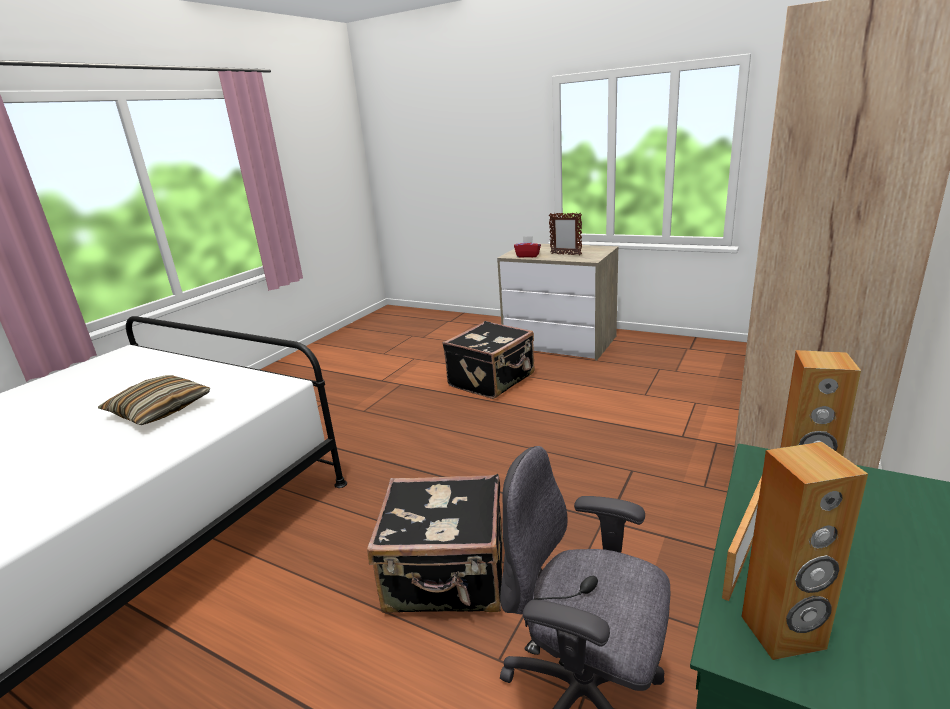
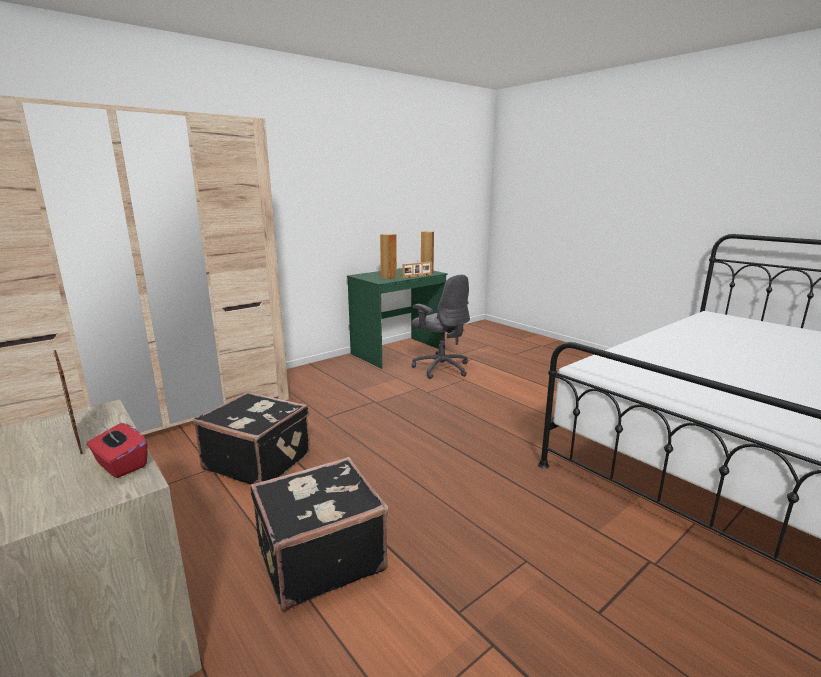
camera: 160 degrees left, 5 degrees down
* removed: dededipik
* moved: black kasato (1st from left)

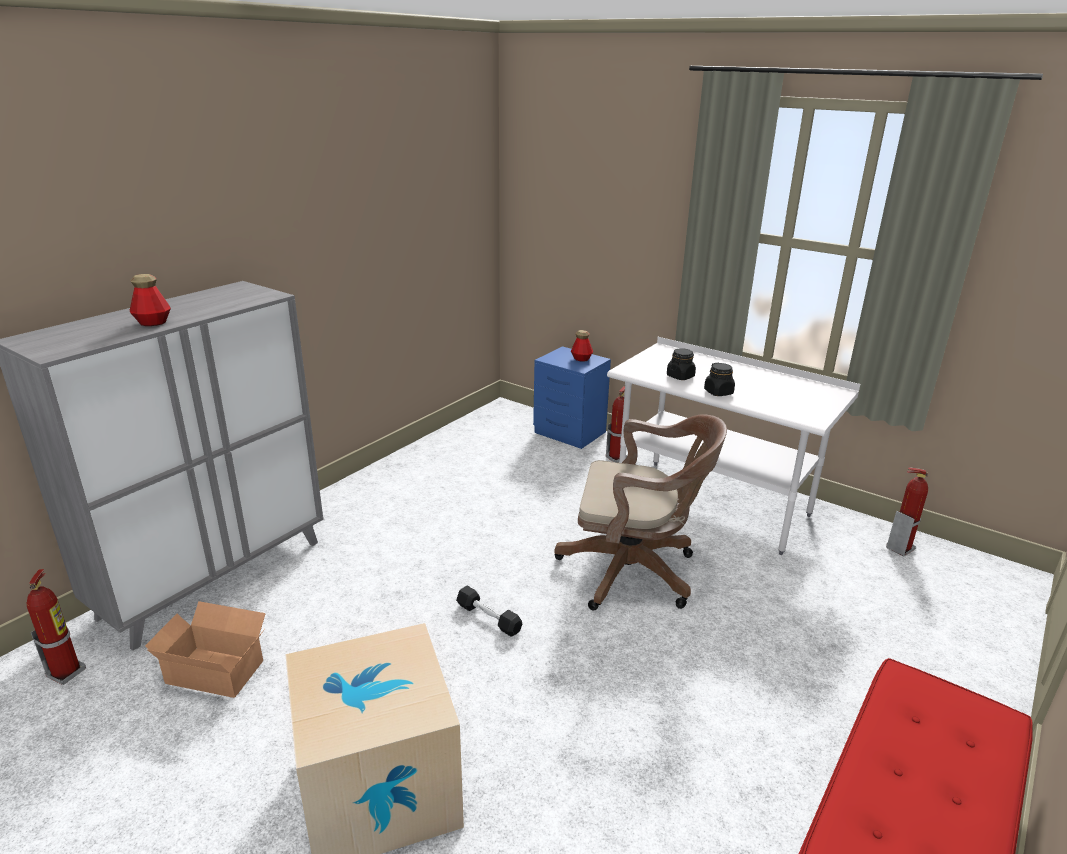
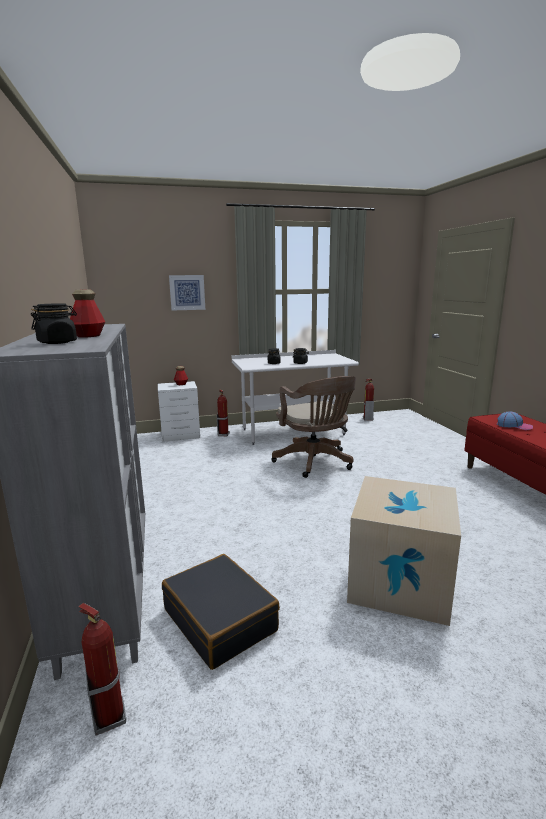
camera: 50 degrees left, 10 degrees down
* removed: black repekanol
* added: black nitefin (1st from left)
* added: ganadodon
* added: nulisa
* replaced: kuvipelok (1st from left) to black kasato
* recoloured: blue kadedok to white kadedok
* turned: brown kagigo 105 degrees clockwise

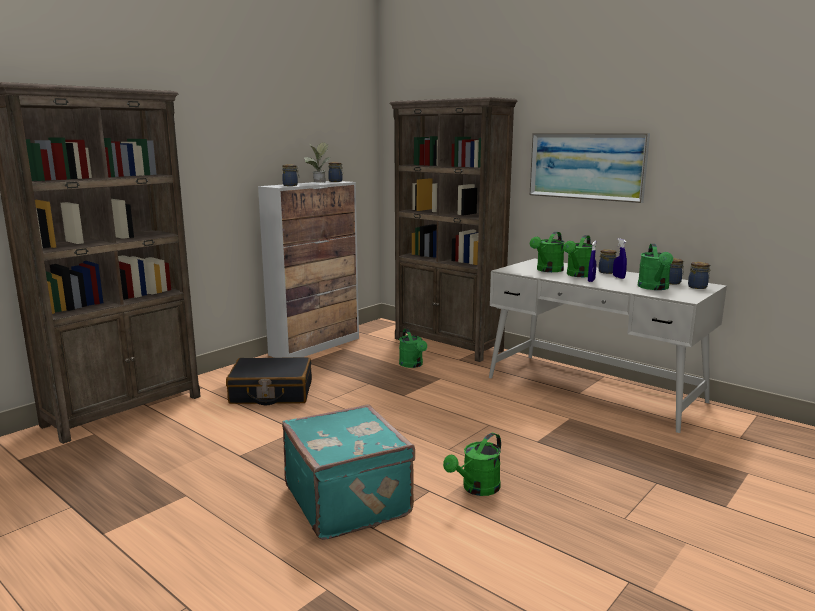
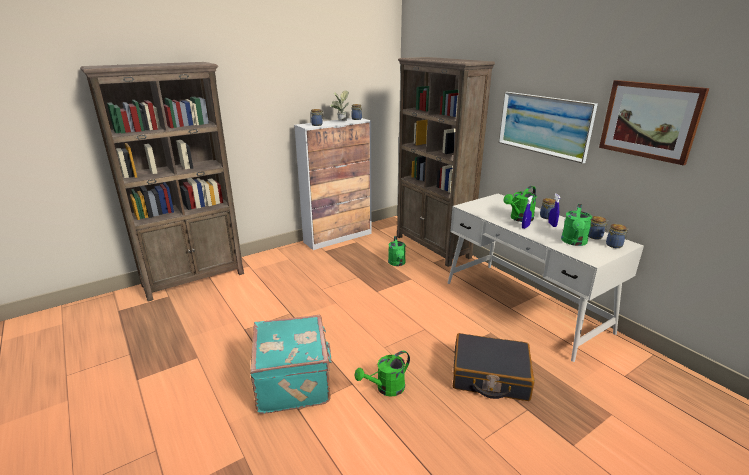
camera: 15 degrees right, 10 degrees up
* removed: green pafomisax (3rd from left)
* added: ganadodon (2nd from left)
* moved: black kasato

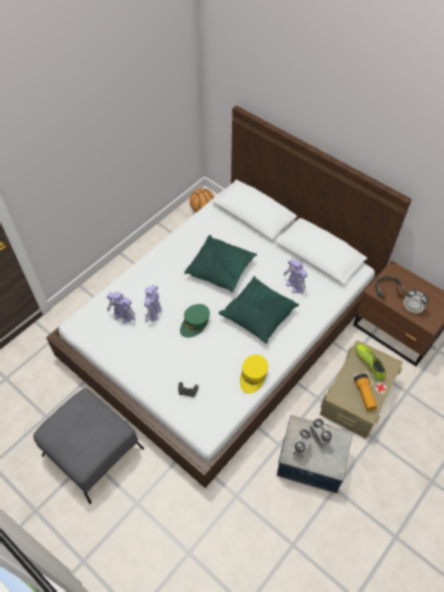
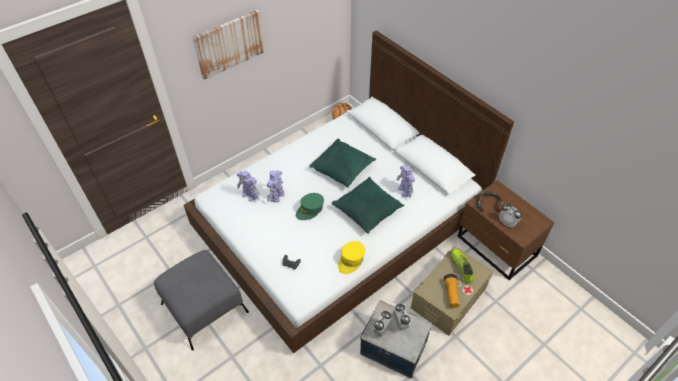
camera: 10 degrees right, 5 degrees down
* added: ganadodon

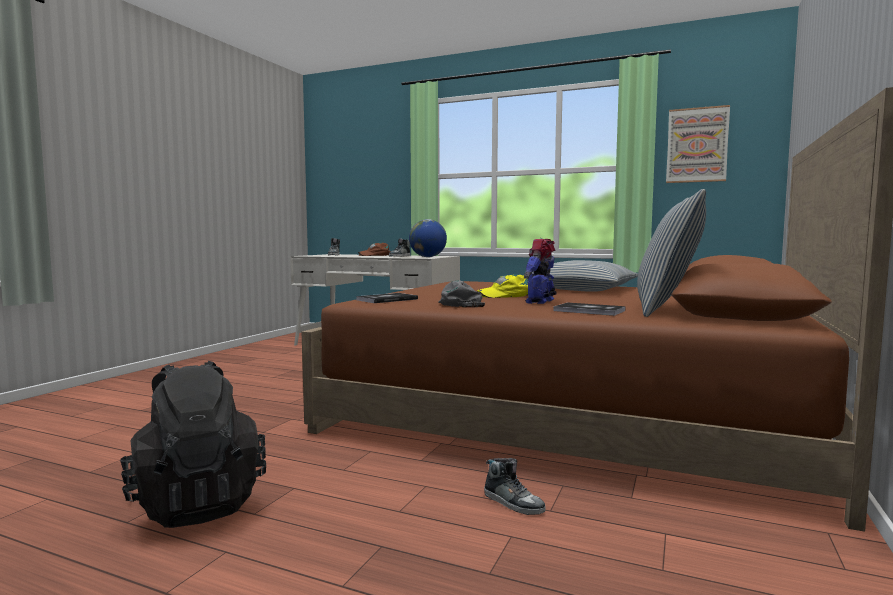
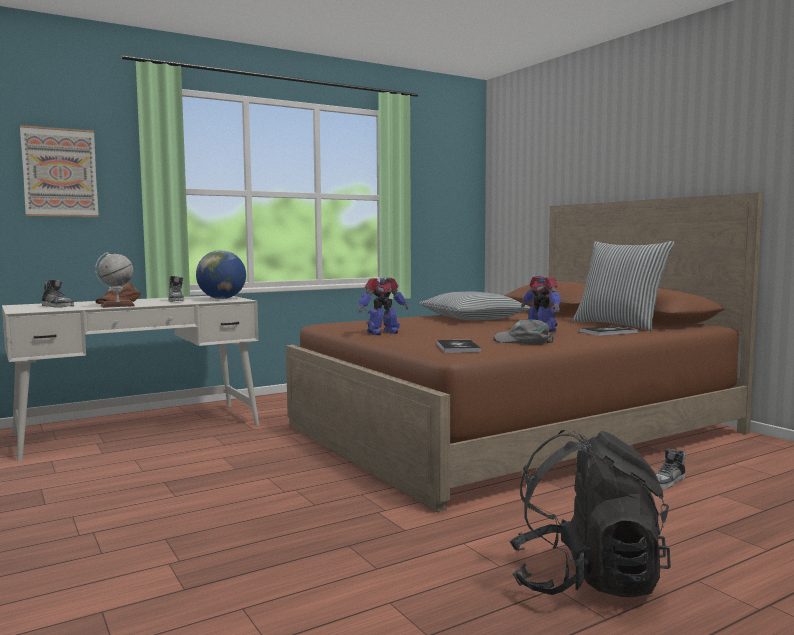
camera: 55 degrees left, 0 degrees up
* removed: yellow nulisa
* added: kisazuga (1st from left)
* added: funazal (1st from left)
* moved: ganadodon
* turned: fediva (3rd from left) 150 degrees clockwise

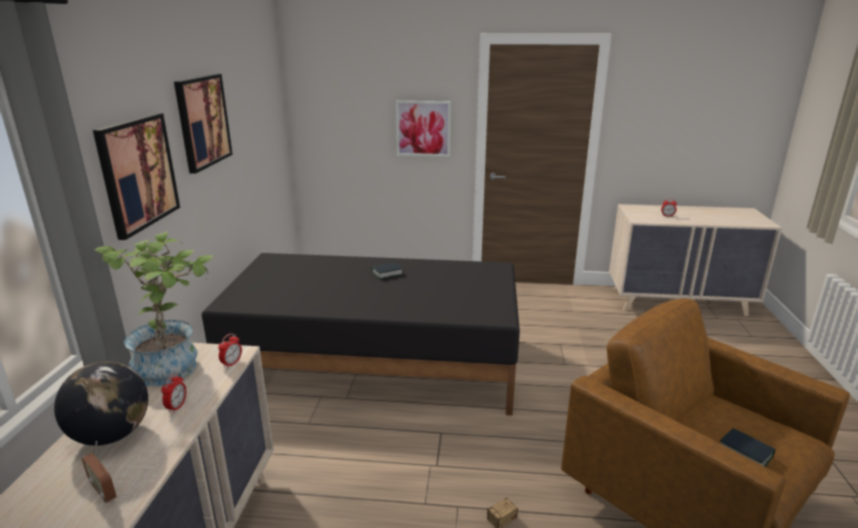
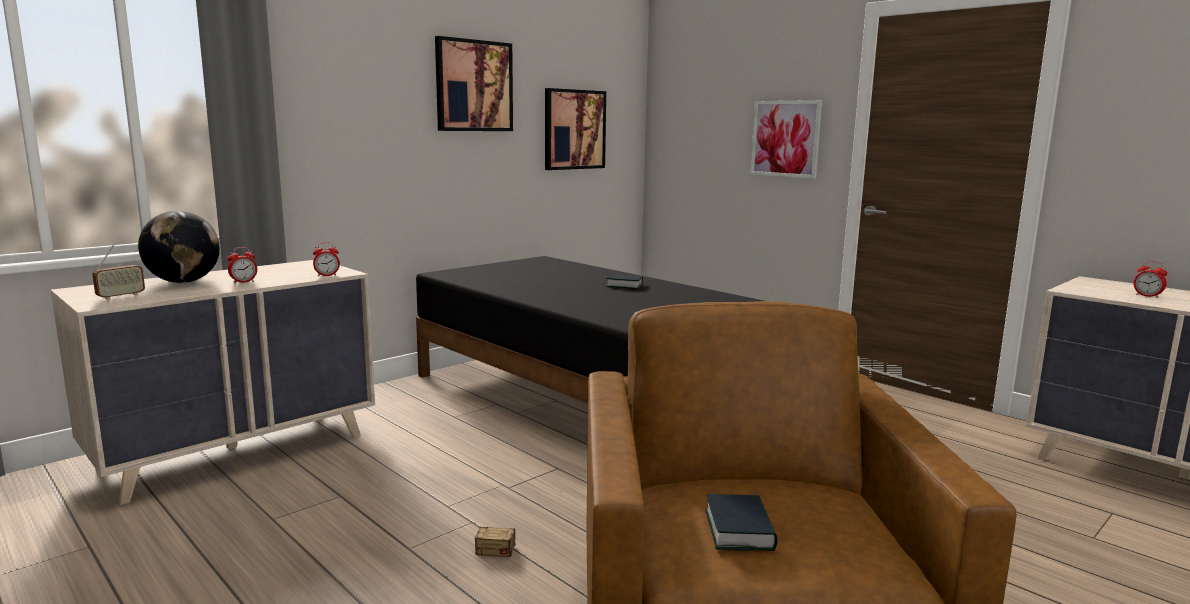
camera: 40 degrees right, 10 degrees down
* removed: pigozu
* moved: ganadodon (1st from left in the first image) to ganadodon (2nd from left)
* turned: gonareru 135 degrees counterclockwise

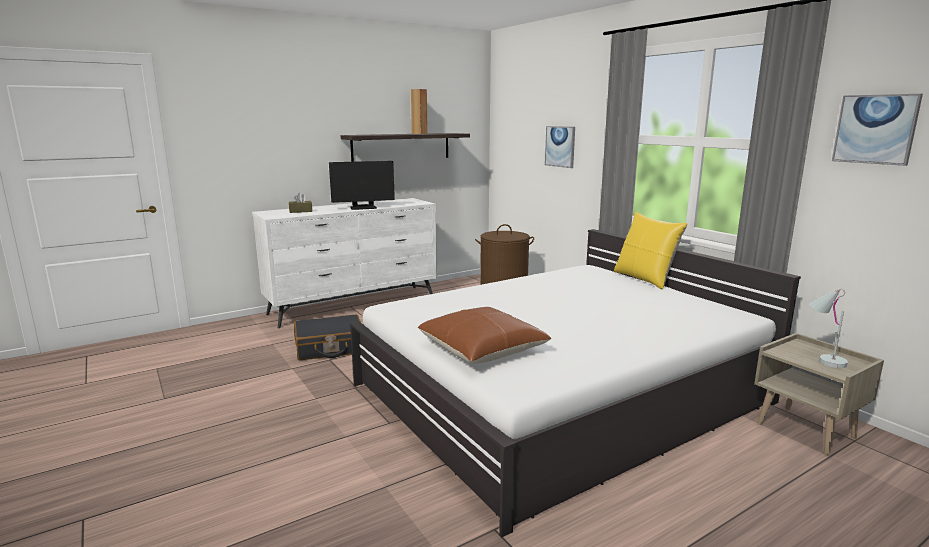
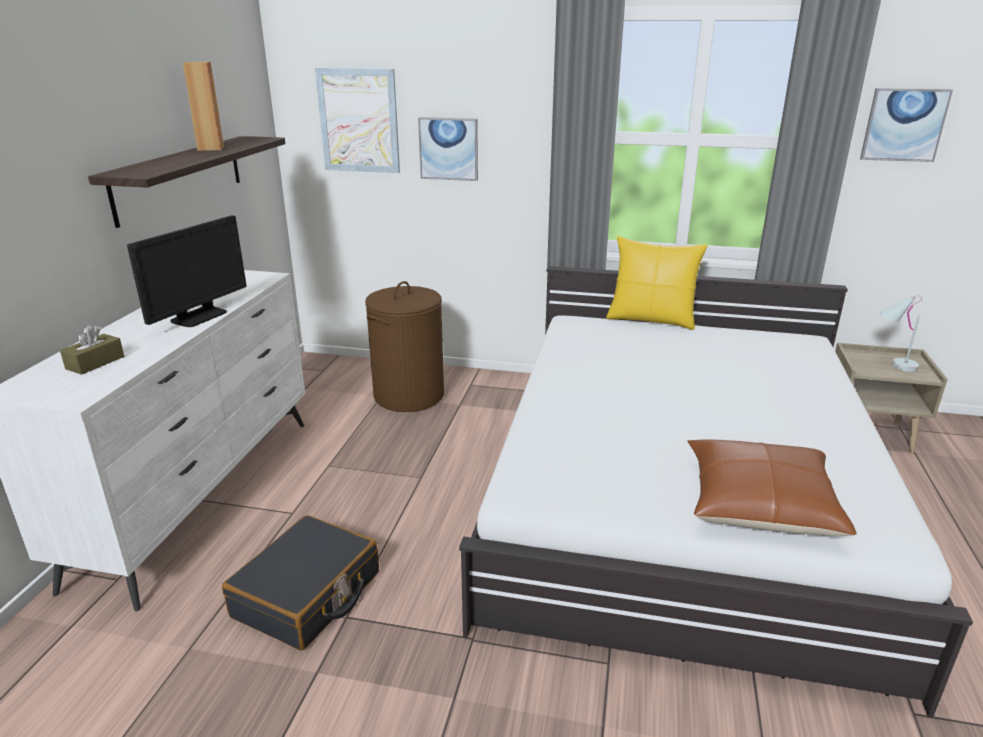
camera: 45 degrees left, 10 degrees up
* added: ganadodon (1st from left)

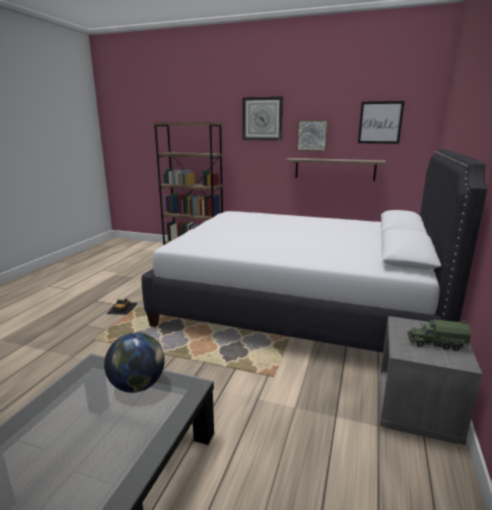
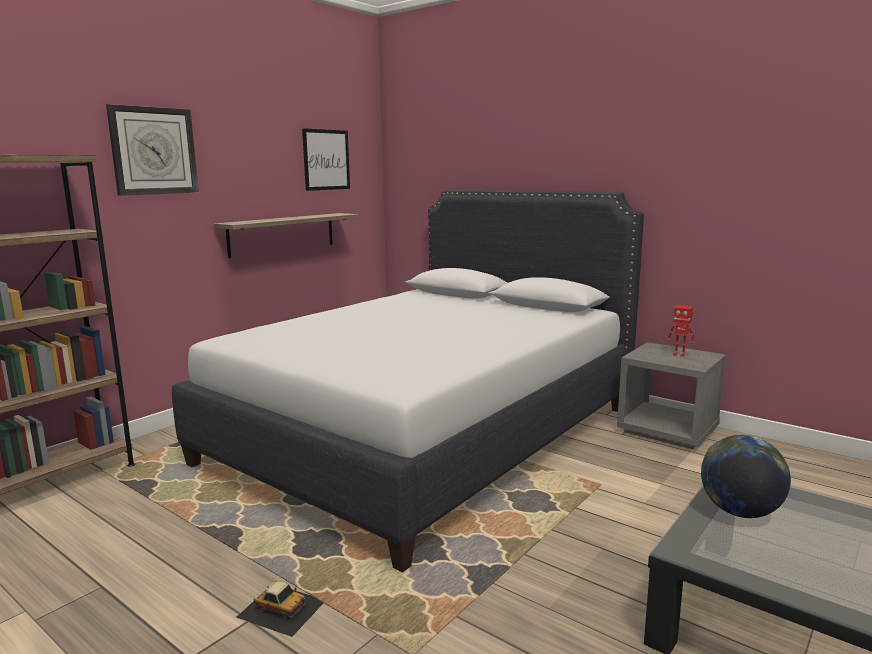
camera: 70 degrees left, 5 degrees down
* removed: ganadodon (1st from left)
* replaced: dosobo to funazal

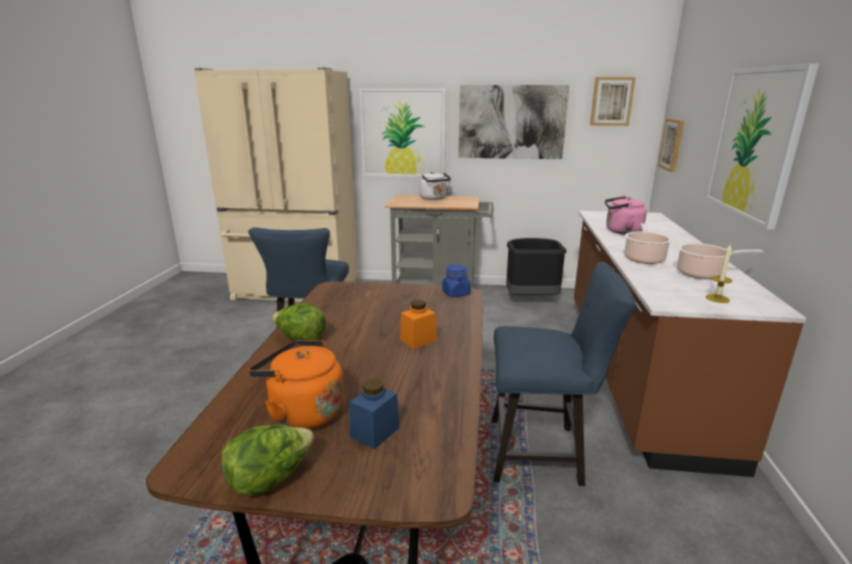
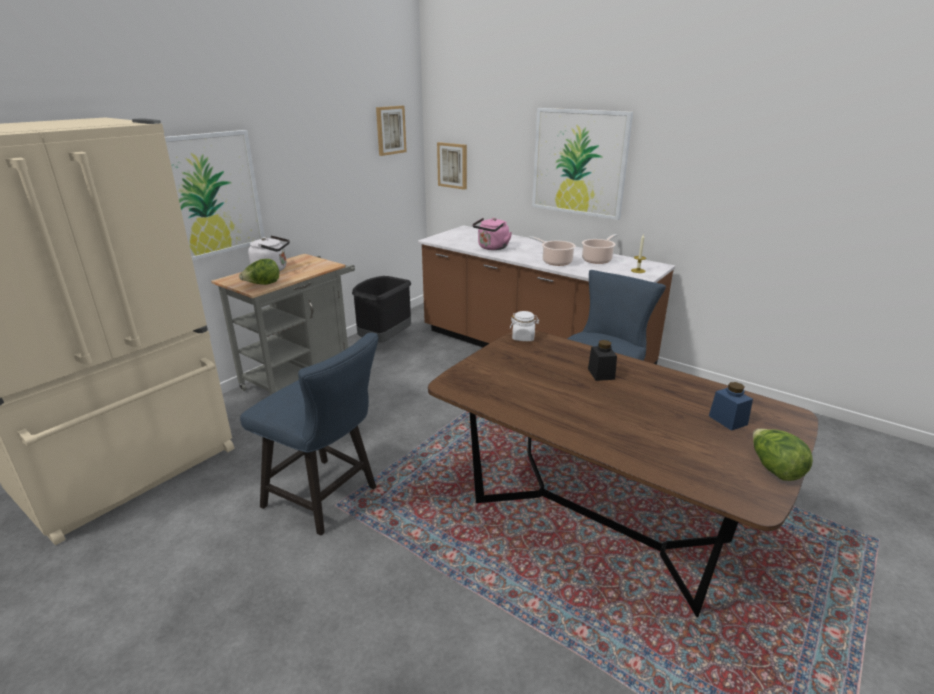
camera: 60 degrees left, 5 degrees up
* removed: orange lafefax
* removed: ganadodon (2nd from left)
* moved: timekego (2nd from left in the first image) to timekego (1st from left)
* recoloured: orange nitefin to black nitefin
* recoloured: blue nitefin (2nd from left) to white nitefin

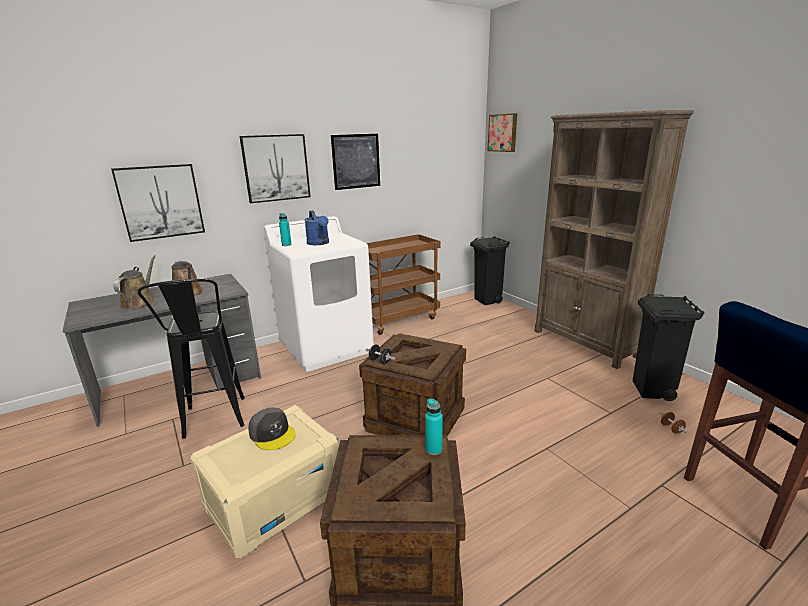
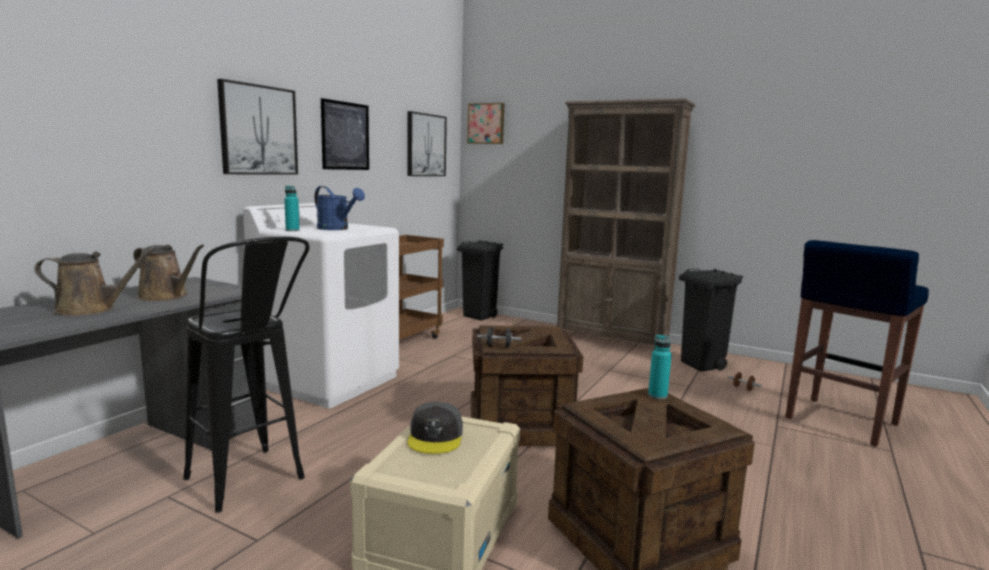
camera: 30 degrees left, 10 degrees down
* moved: ganadodon (1st from left in the first image) to ganadodon (3rd from left)
* turned: brown pafomisax (1st from left) 105 degrees clockwise
* turned: grey nulisa 75 degrees clockwise

